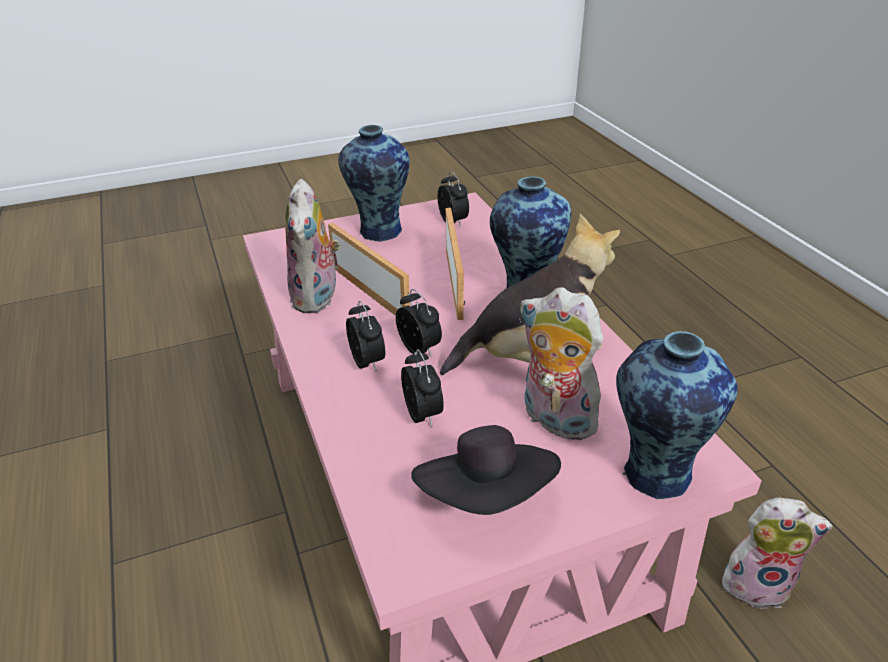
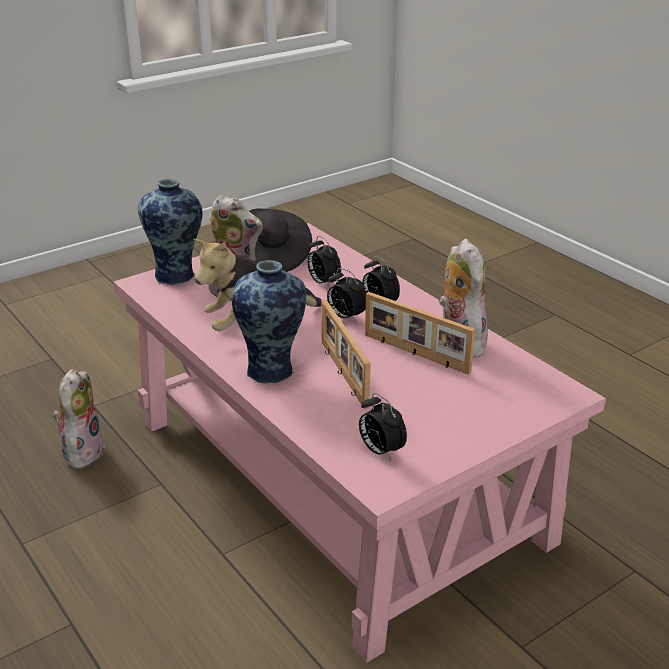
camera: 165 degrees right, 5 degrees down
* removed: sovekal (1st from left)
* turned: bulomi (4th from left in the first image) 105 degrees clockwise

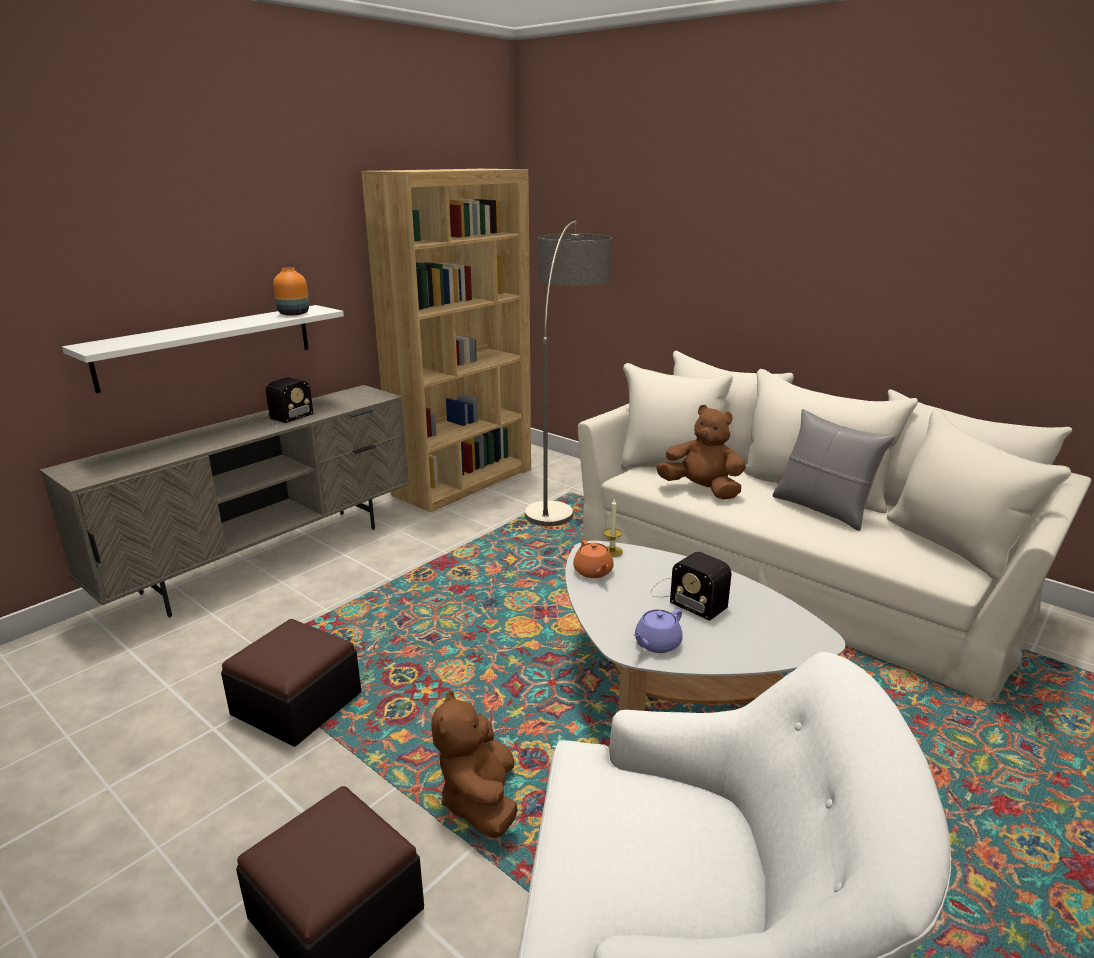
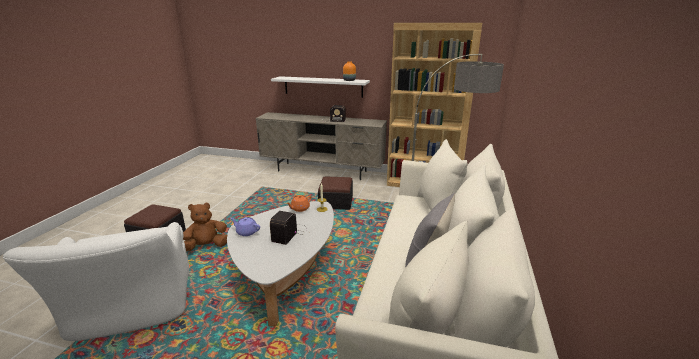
camera: 65 degrees right, 0 degrees up
* removed: brown bulomi (2nd from left)
* moved: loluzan (1st from left in the first image) to loluzan (2nd from left)

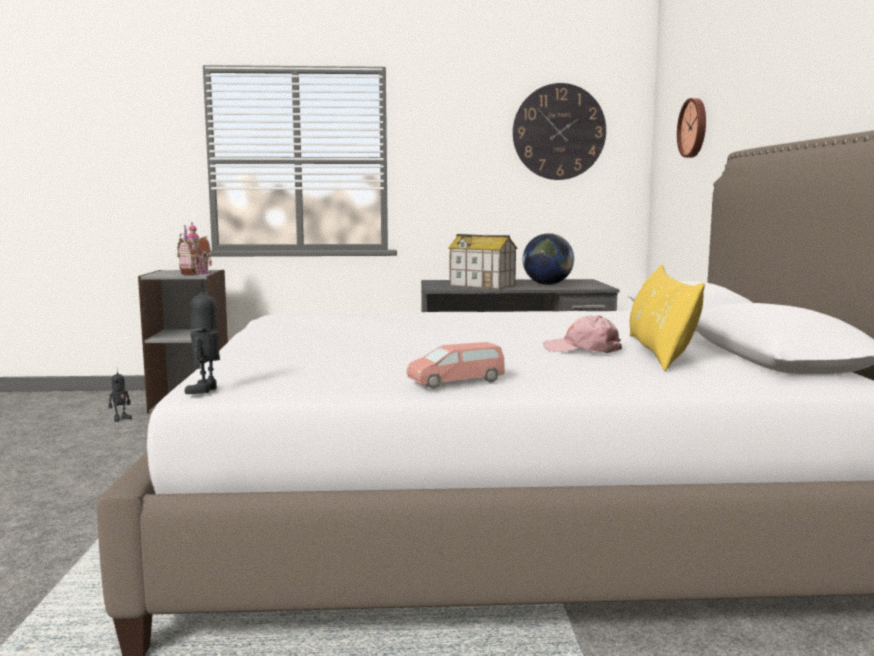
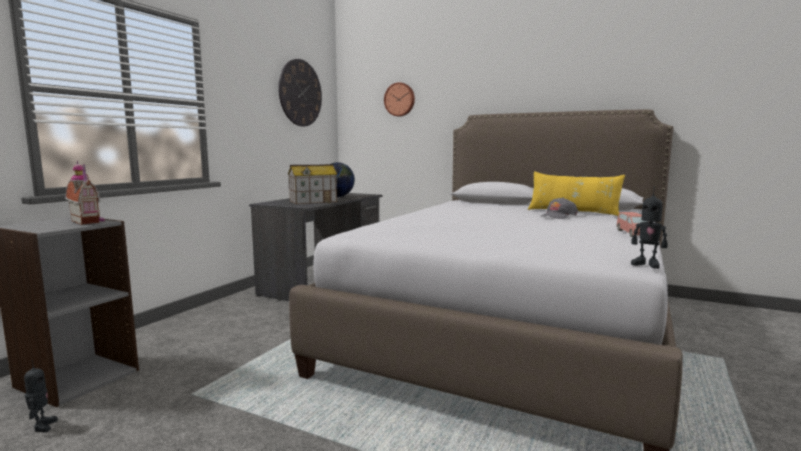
camera: 60 degrees left, 0 degrees up
* recoloured: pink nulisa to grey nulisa

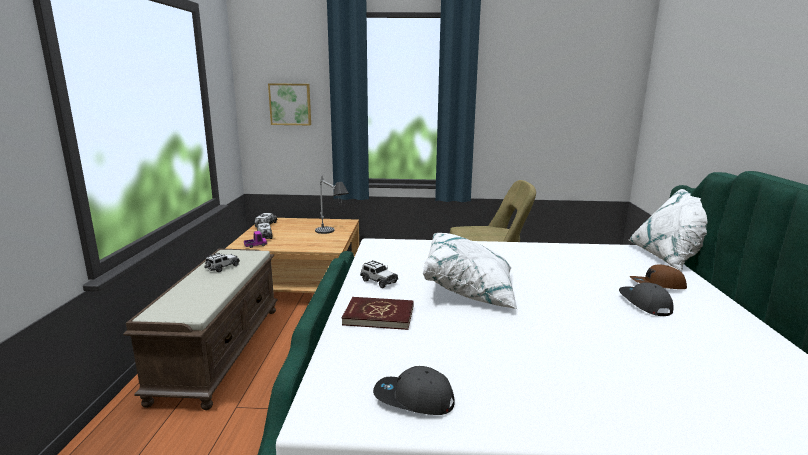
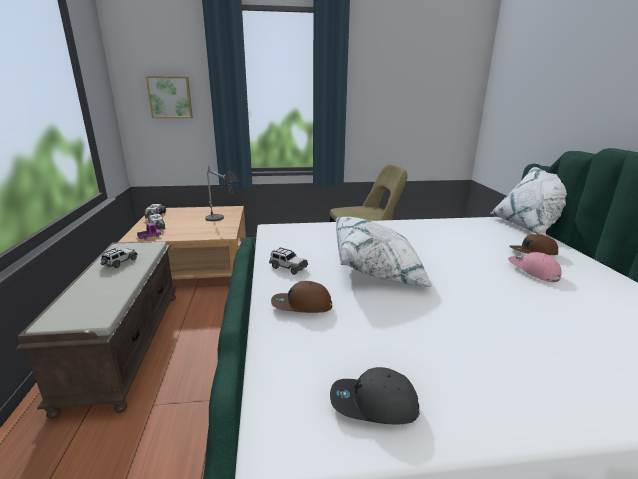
camera: 10 degrees left, 5 degrees up
* replaced: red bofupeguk to brown nulisa (1st from left)
* recoloured: grey nulisa (2nd from left) to pink nulisa

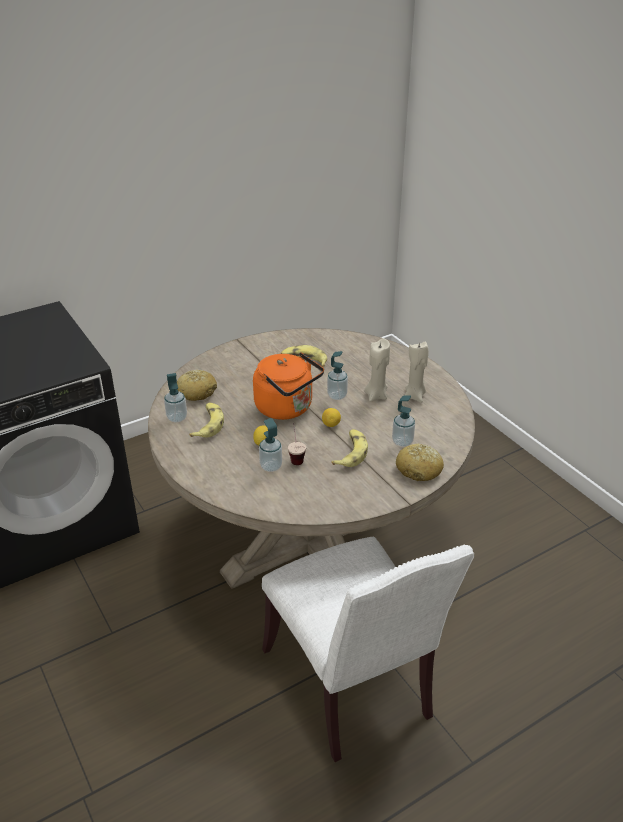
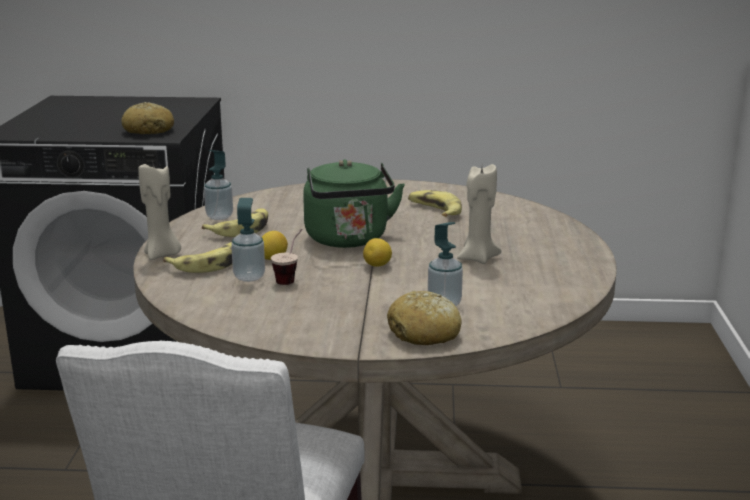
camera: 35 degrees right, 15 degrees down
* removed: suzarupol (3rd from left)
* moved: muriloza (1st from left)
* moved: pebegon (3rd from left in the first image) to pebegon (1st from left)
* moved: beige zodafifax (2nd from left in the first image) to beige zodafifax (1st from left)
* recoloured: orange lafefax to green lafefax

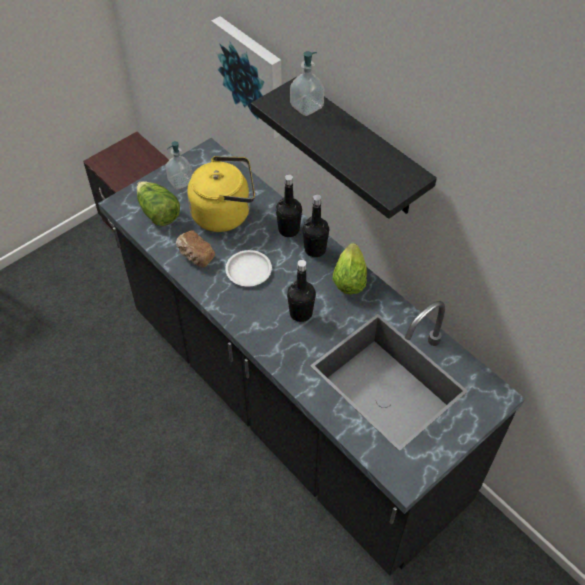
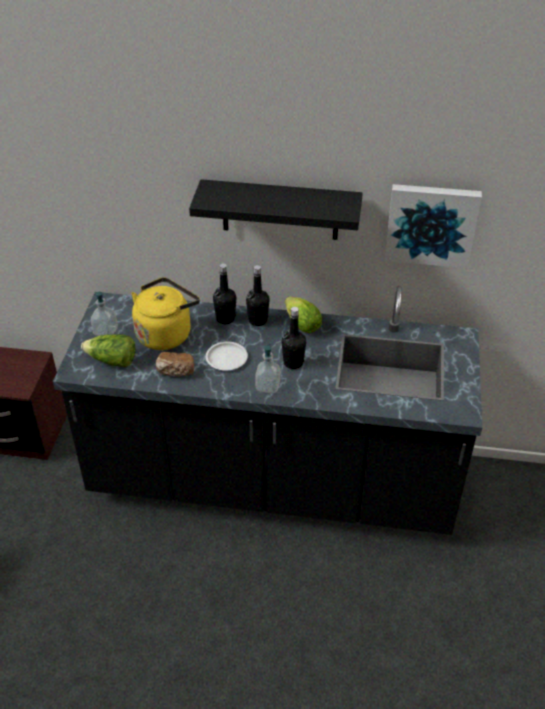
camera: 40 degrees left, 10 degrees down
* moved: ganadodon
* moved: suzarupol (2nd from left)

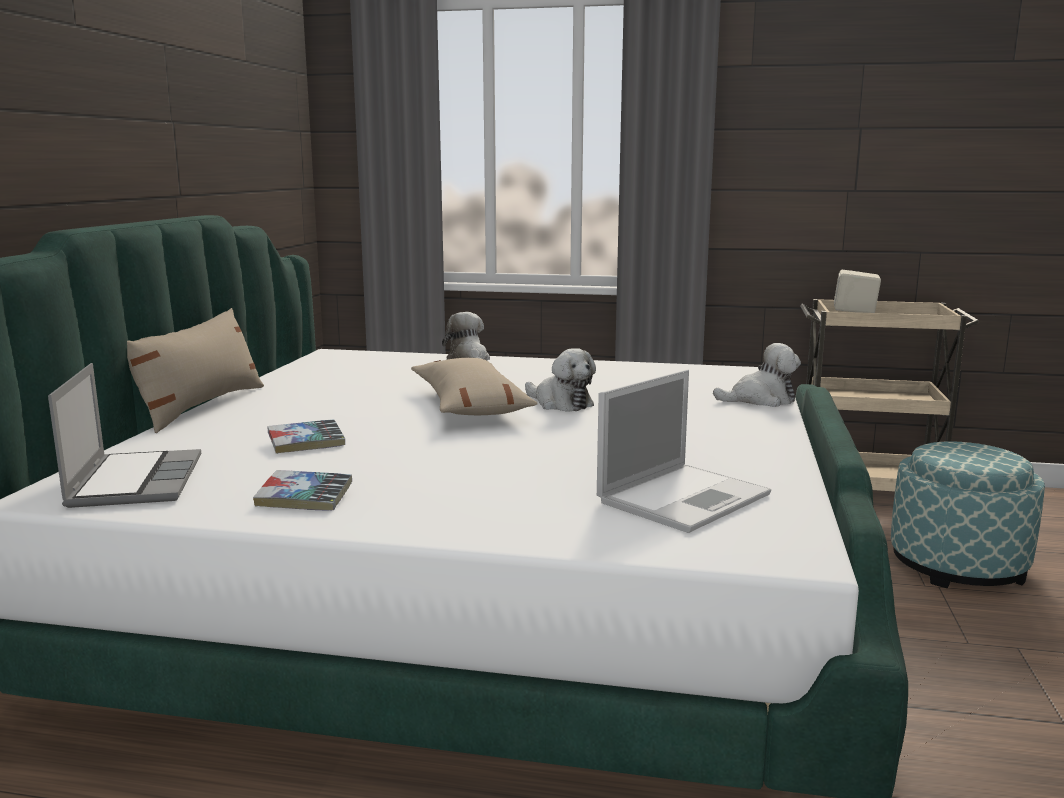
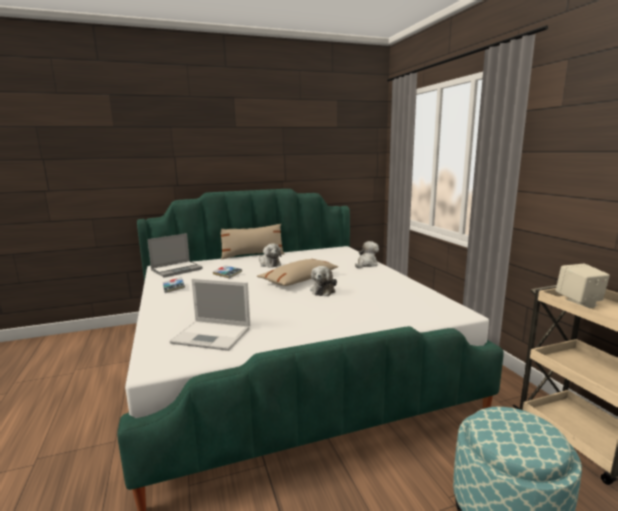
camera: 60 degrees right, 0 degrees up
* moved: bulomi (3rd from left in the first image) to bulomi (1st from left)

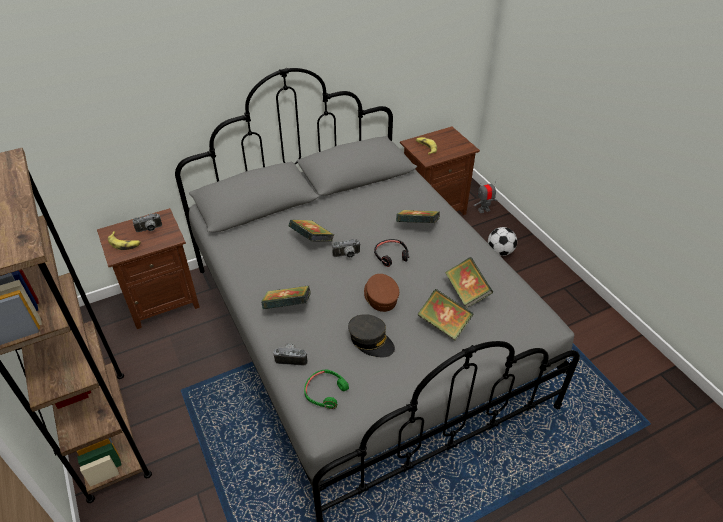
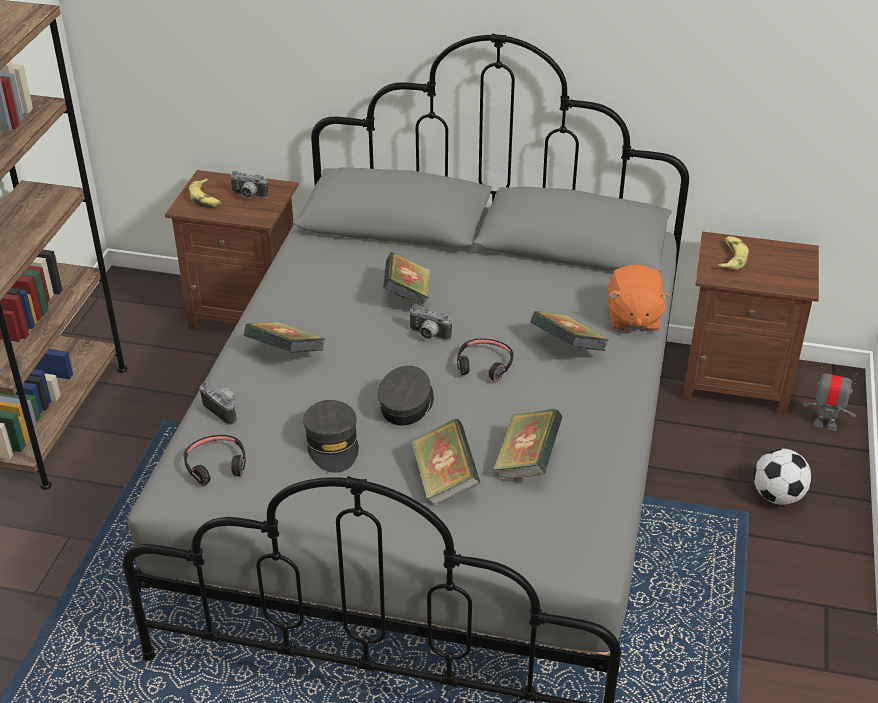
camera: 40 degrees right, 5 degrees down
* added: orange bulomi
* recoloured: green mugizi to black mugizi (1st from left)
* recoloured: brown nulisa to grey nulisa (2nd from left)

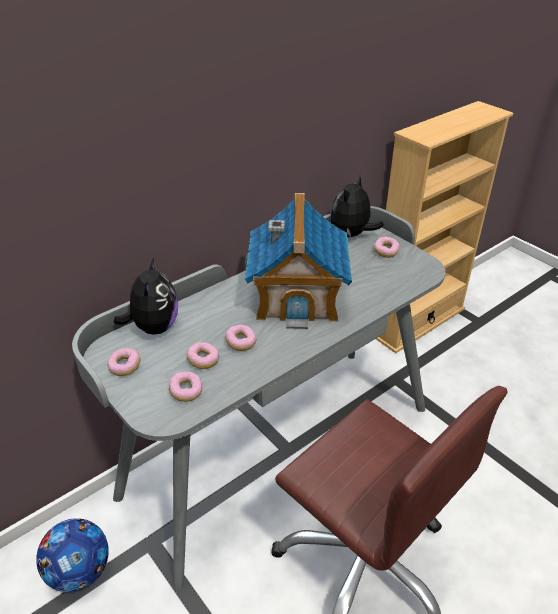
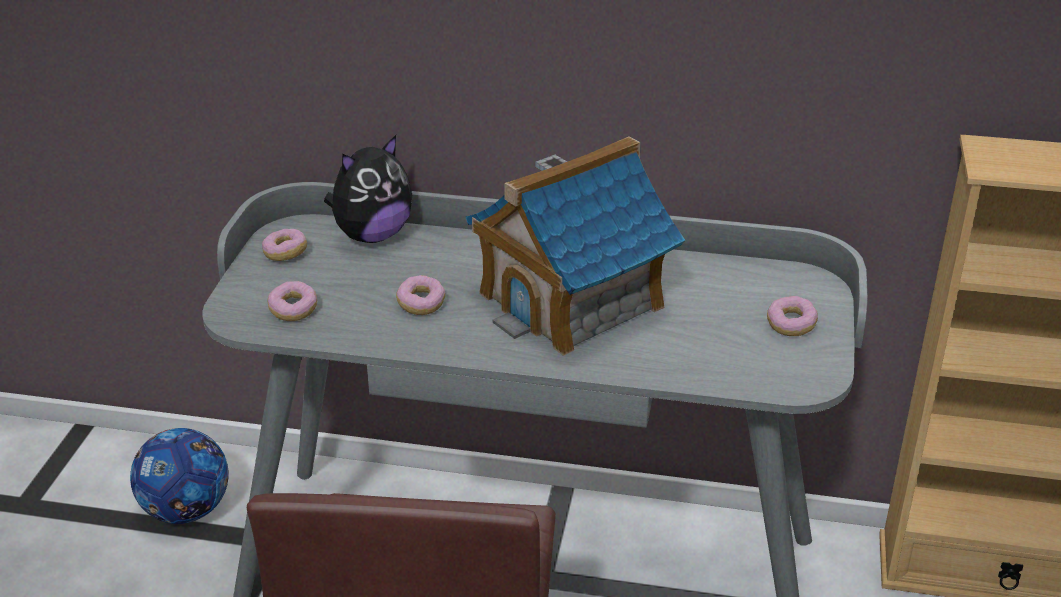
camera: 50 degrees right, 5 degrees down
* removed: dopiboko (3rd from left)
* removed: bulomi (2nd from left)

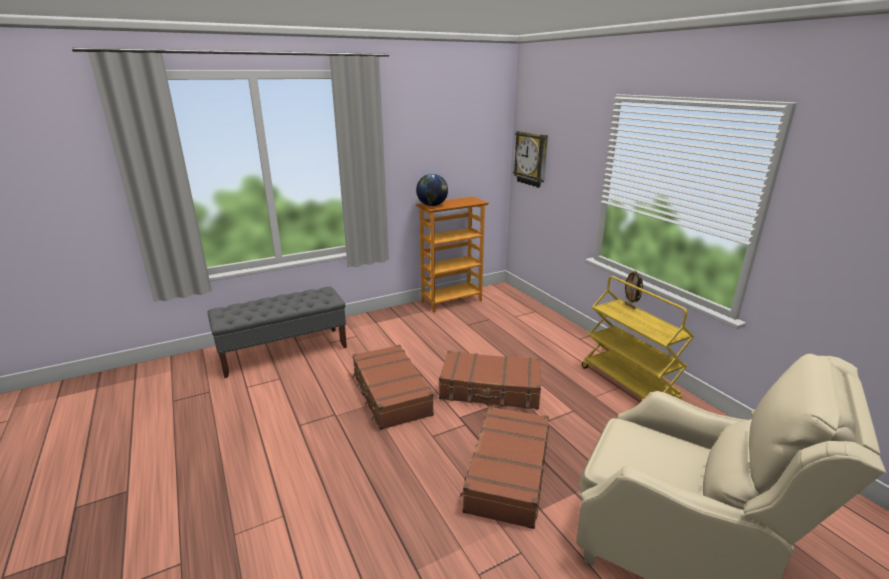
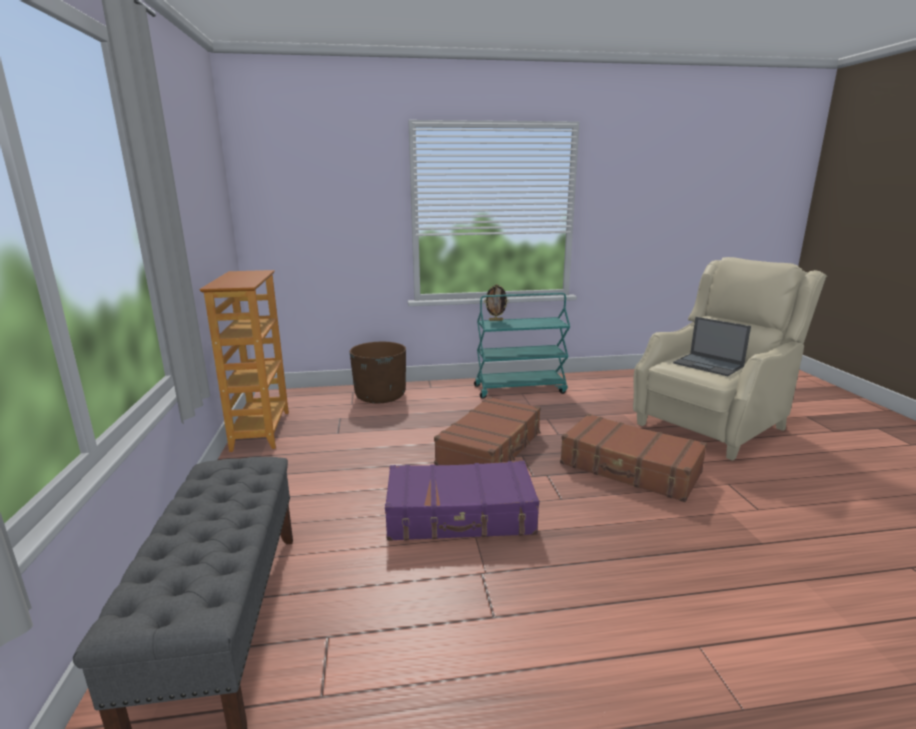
camera: 70 degrees left, 5 degrees down
* removed: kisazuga
* removed: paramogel
* added: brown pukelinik
* added: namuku
* recoloured: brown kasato (1st from left) to purple kasato
* recoloured: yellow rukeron to turquoise rukeron

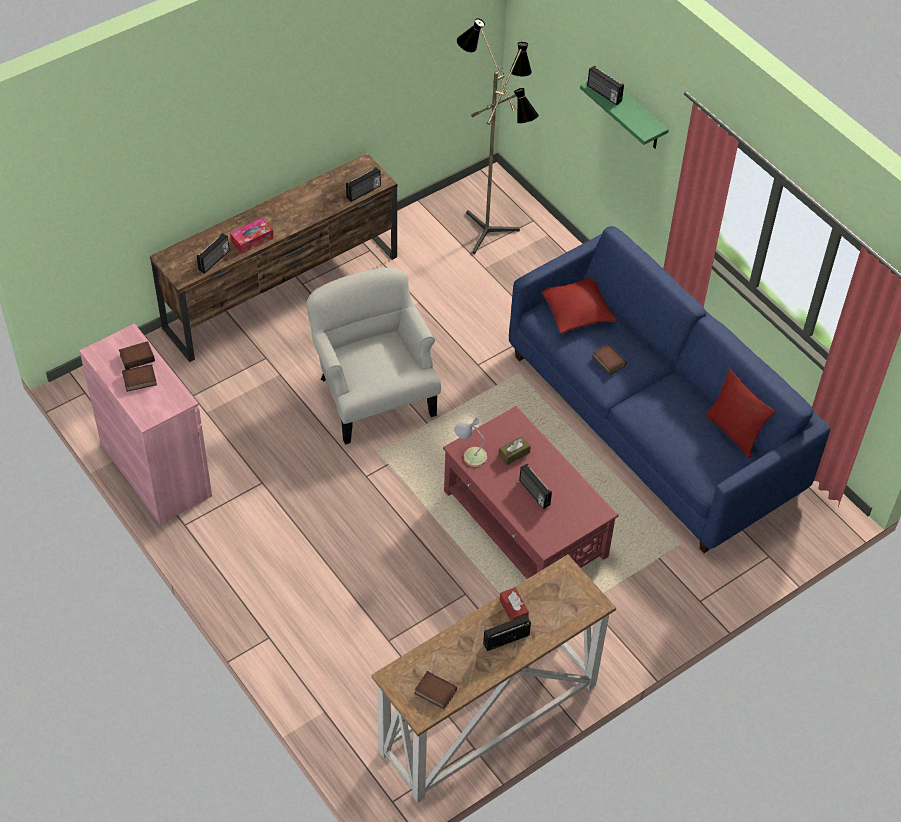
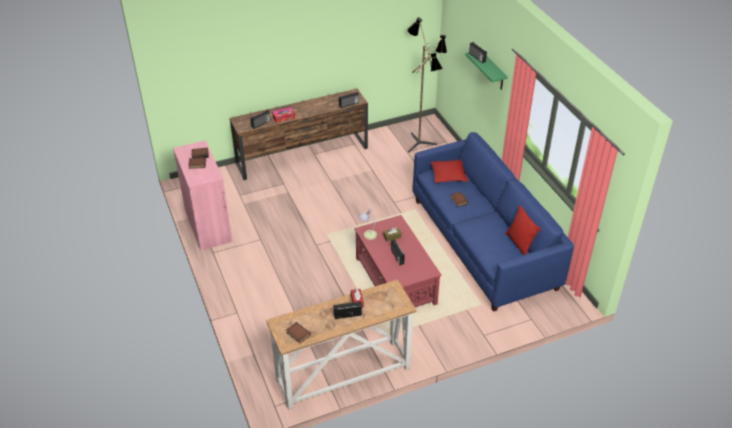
camera: 15 degrees right, 10 degrees down
* removed: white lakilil

